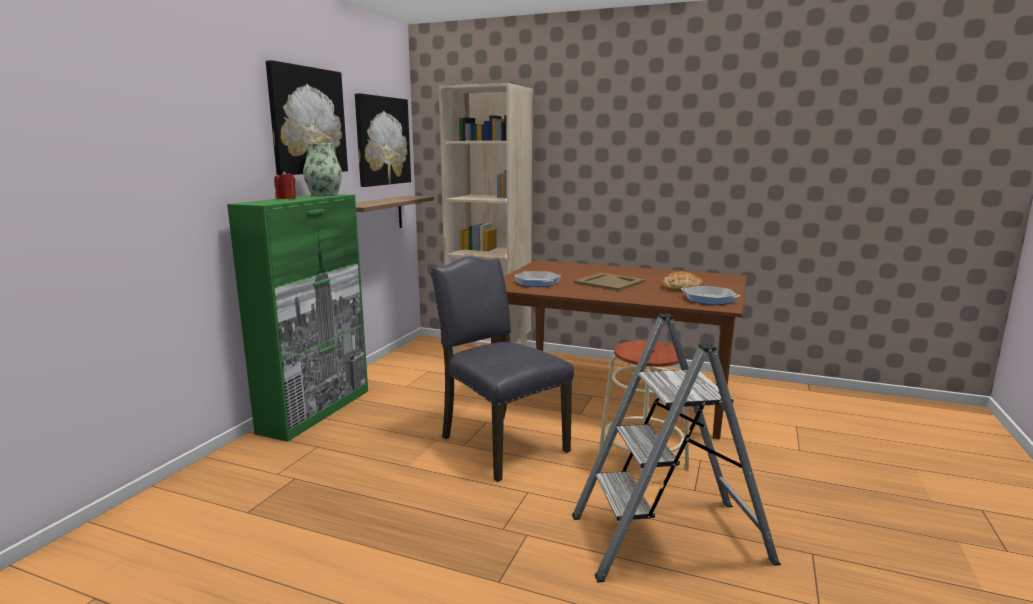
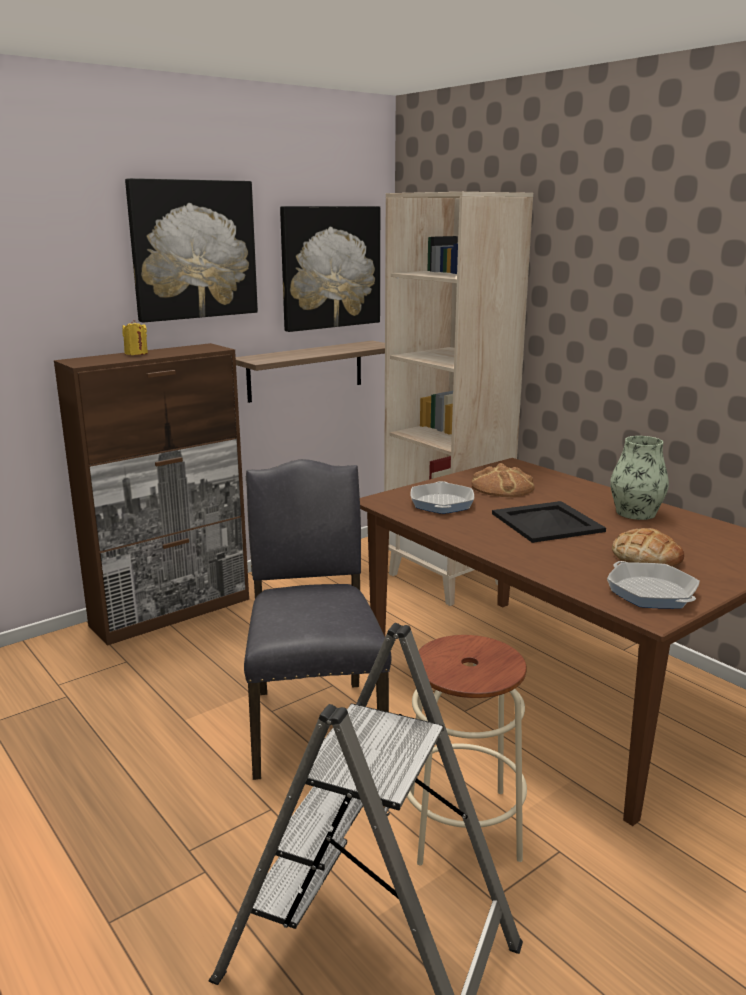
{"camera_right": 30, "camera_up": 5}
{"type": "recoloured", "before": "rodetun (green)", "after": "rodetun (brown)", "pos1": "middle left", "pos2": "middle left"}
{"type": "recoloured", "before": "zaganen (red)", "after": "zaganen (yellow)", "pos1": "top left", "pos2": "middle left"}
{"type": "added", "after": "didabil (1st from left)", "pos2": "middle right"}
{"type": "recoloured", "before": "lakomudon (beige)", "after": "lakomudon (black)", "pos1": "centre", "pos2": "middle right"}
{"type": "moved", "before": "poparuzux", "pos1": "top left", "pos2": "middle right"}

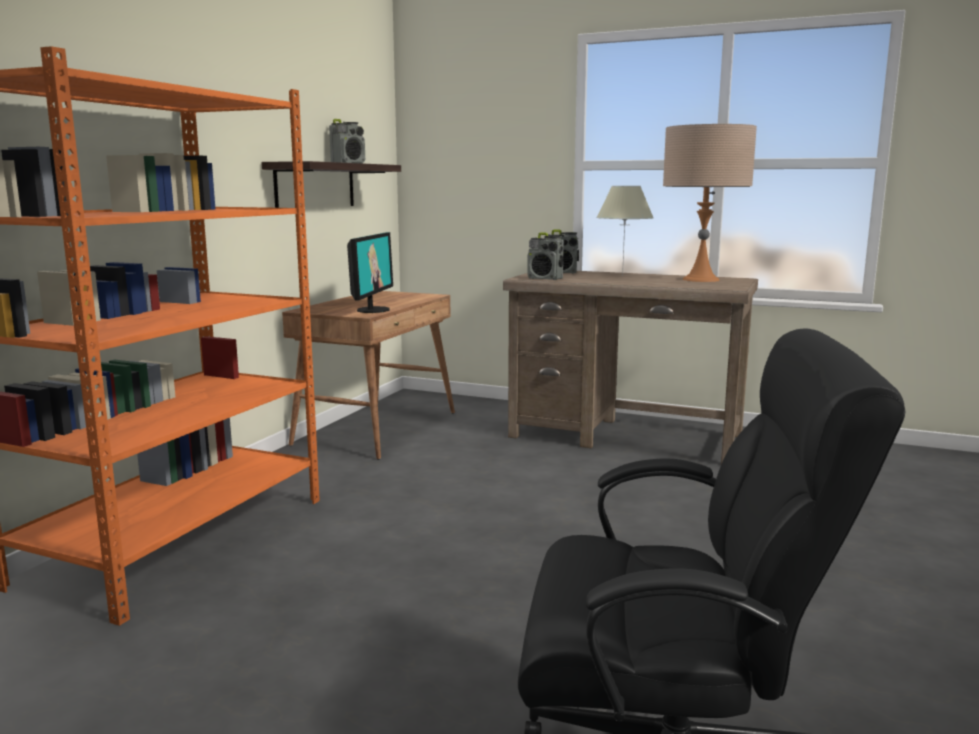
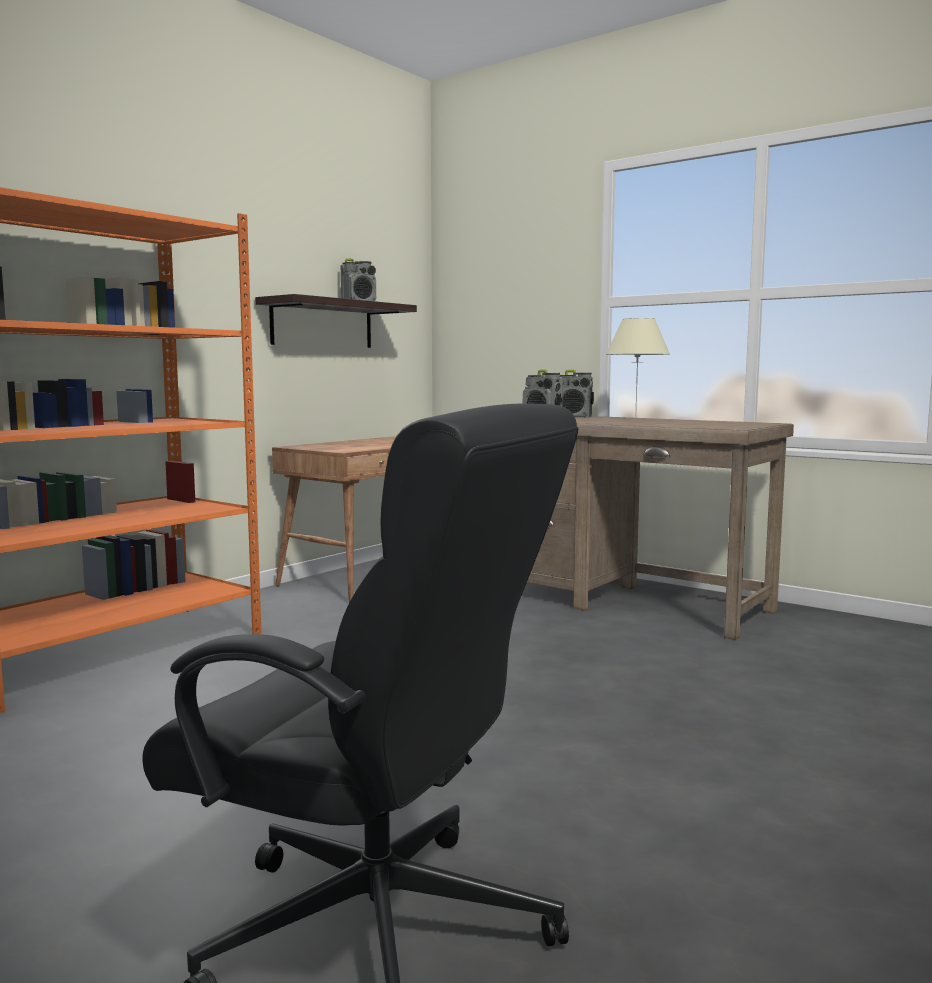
{"camera_right": 15, "camera_up": -5}
{"type": "removed", "before": "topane", "pos1": "centre"}
{"type": "removed", "before": "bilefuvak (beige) (2nd from left)", "pos1": "top right"}

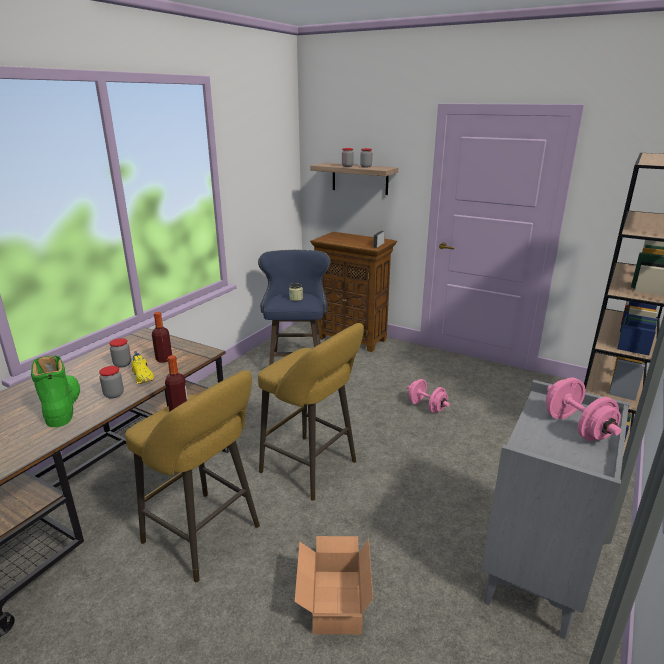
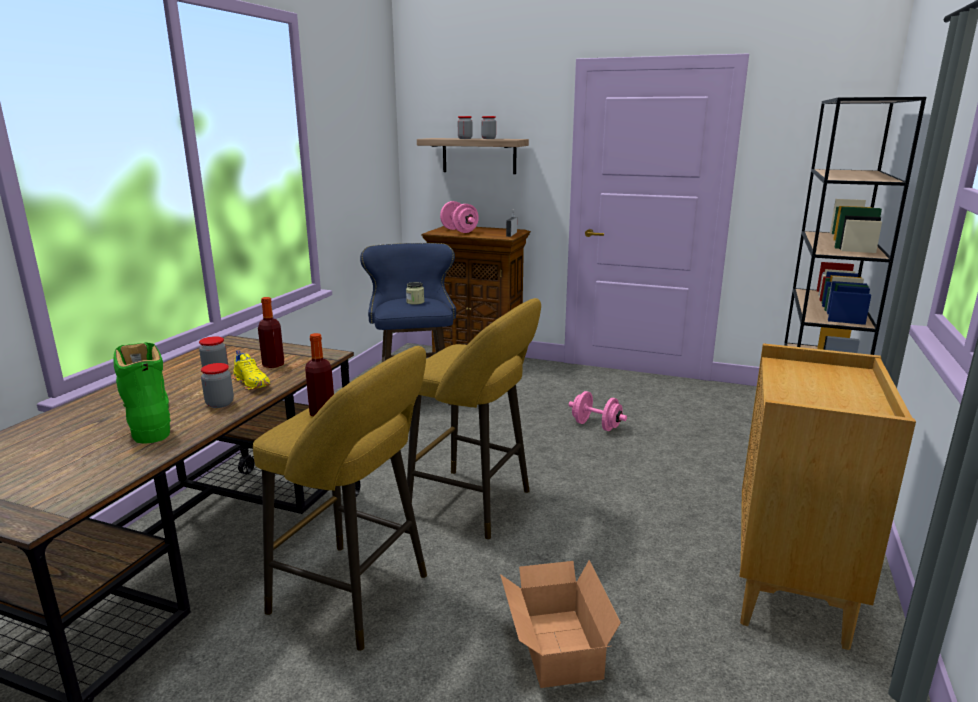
{"camera_right": -10, "camera_up": -5}
{"type": "moved", "before": "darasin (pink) (2nd from left in the first image)", "after": "darasin (pink) (1st from left)", "pos1": "middle right", "pos2": "top centre"}
{"type": "recoloured", "before": "rodetun (grey)", "after": "rodetun (brown) (2nd from left)", "pos1": "bottom right", "pos2": "bottom right"}

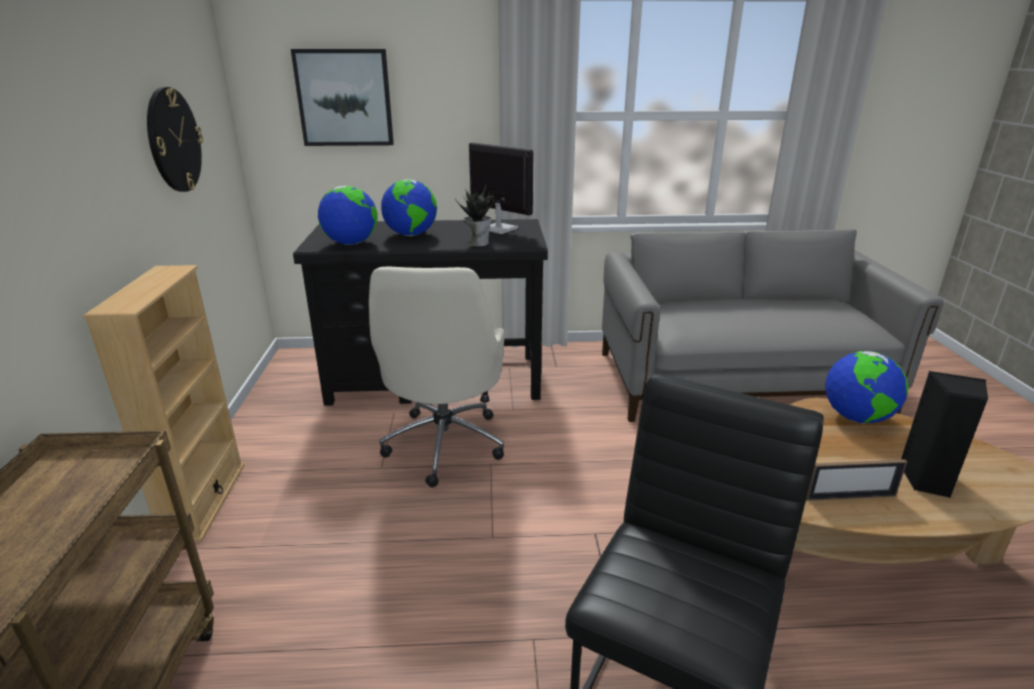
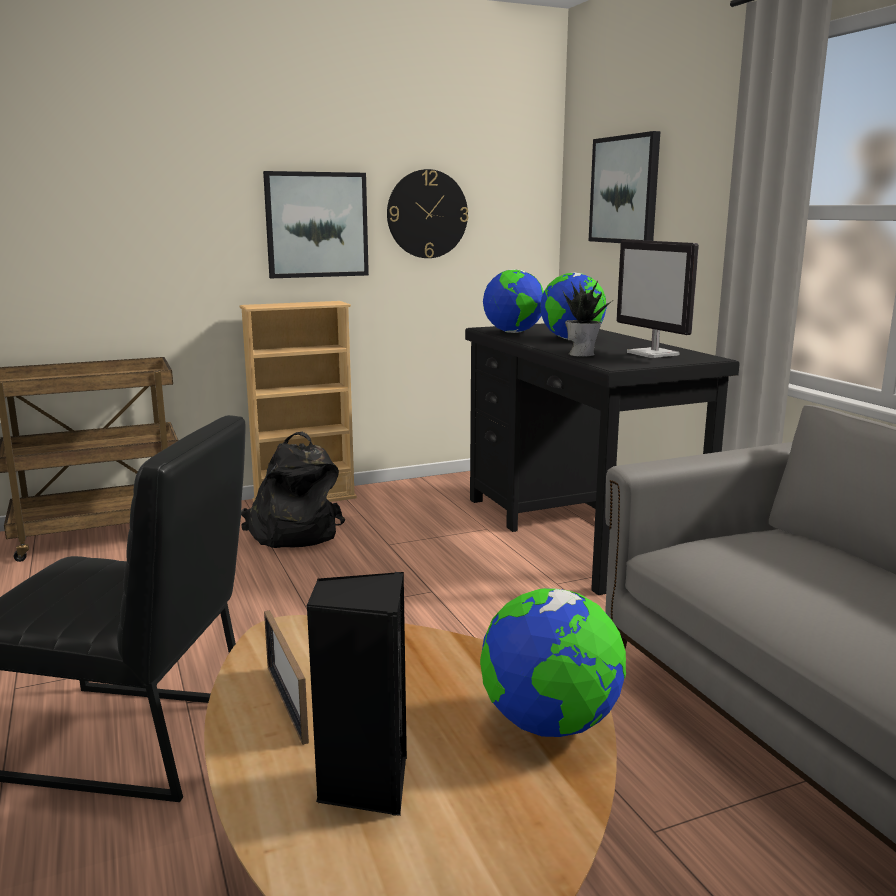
{"camera_right": 70, "camera_up": -10}
{"type": "added", "after": "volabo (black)", "pos2": "middle left"}
{"type": "added", "after": "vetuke (1st from left)", "pos2": "top centre"}
{"type": "turned", "before": "topane", "pos1": "top centre", "pos2": "middle right", "turn": 135}
{"type": "removed", "before": "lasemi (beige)", "pos1": "centre"}

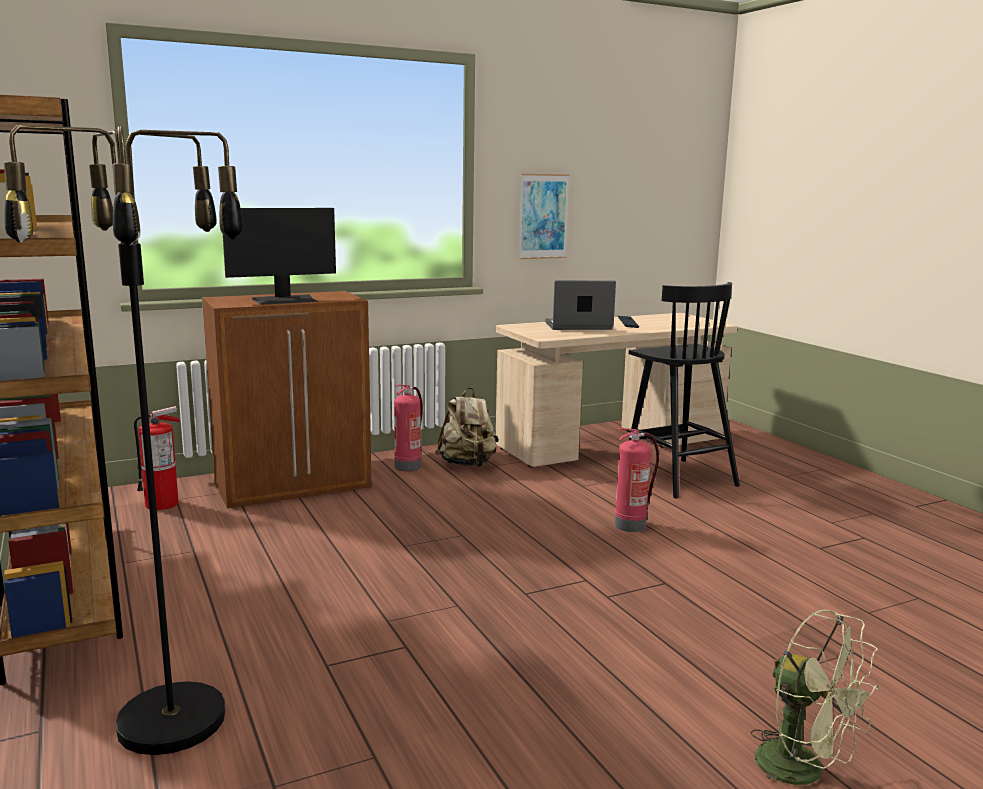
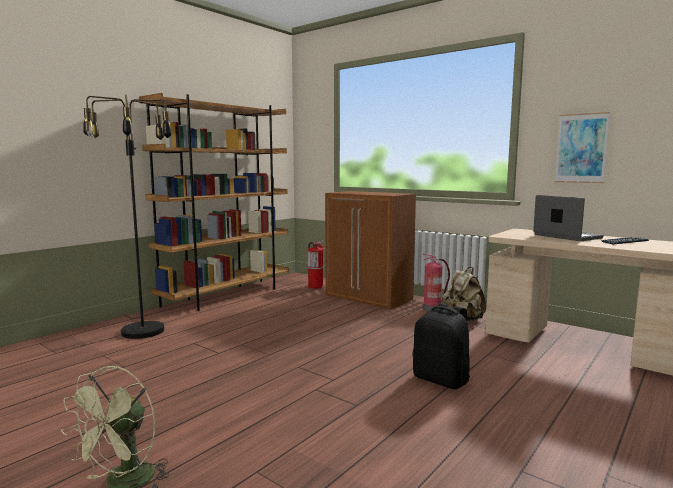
{"camera_right": 65, "camera_up": -5}
{"type": "replaced", "before": "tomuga (3rd from left)", "after": "volabo (black)", "pos1": "centre", "pos2": "bottom centre"}
{"type": "removed", "before": "topane", "pos1": "top left"}
{"type": "removed", "before": "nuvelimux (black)", "pos1": "middle right"}

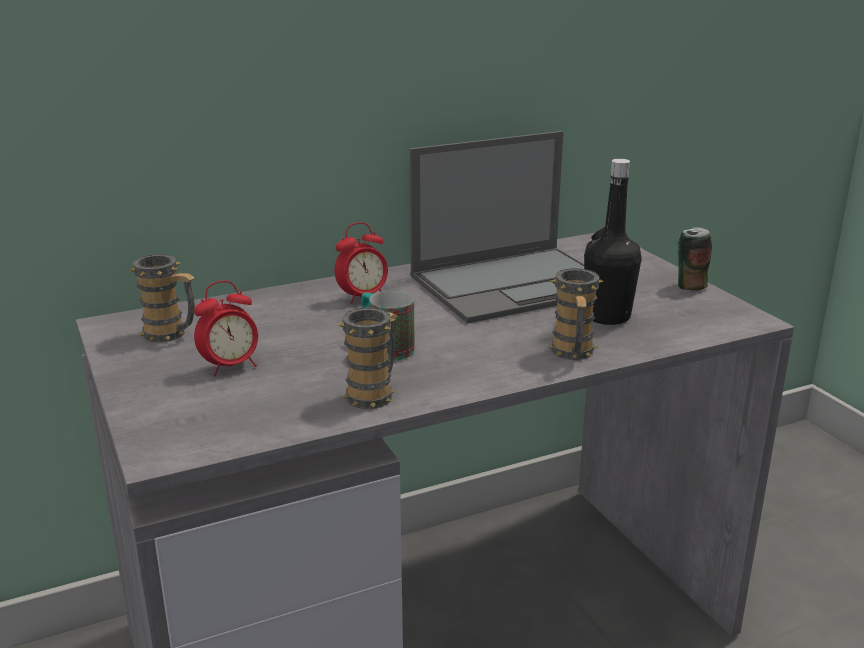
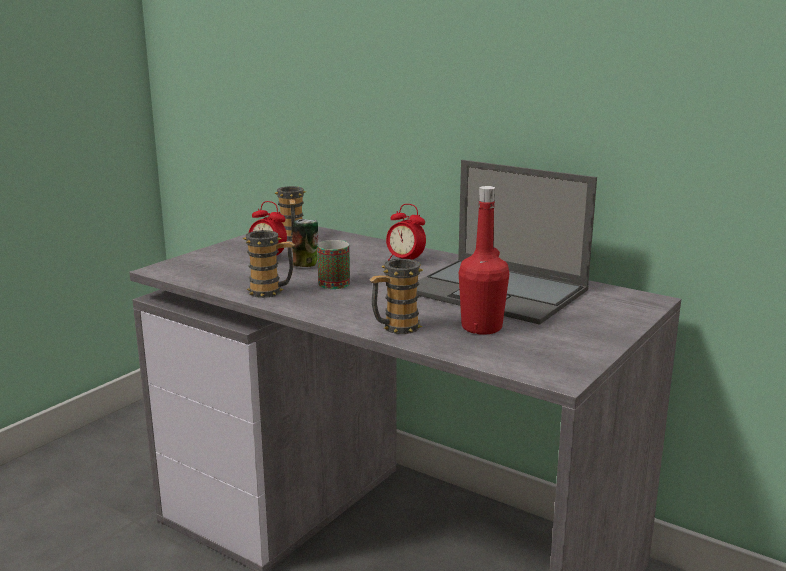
{"camera_right": 60, "camera_up": -5}
{"type": "moved", "before": "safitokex", "pos1": "middle right", "pos2": "centre"}
{"type": "recoloured", "before": "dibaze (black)", "after": "dibaze (red)", "pos1": "middle right", "pos2": "centre"}

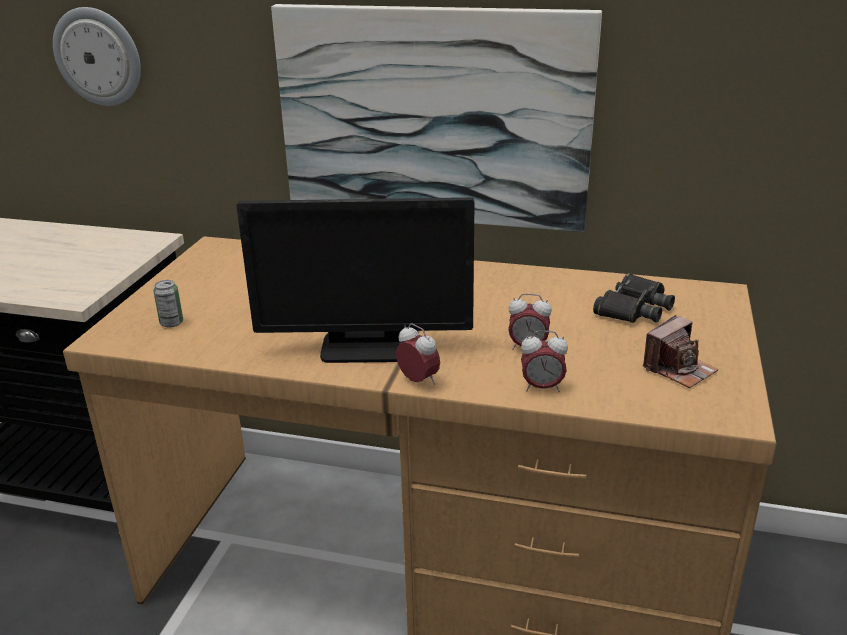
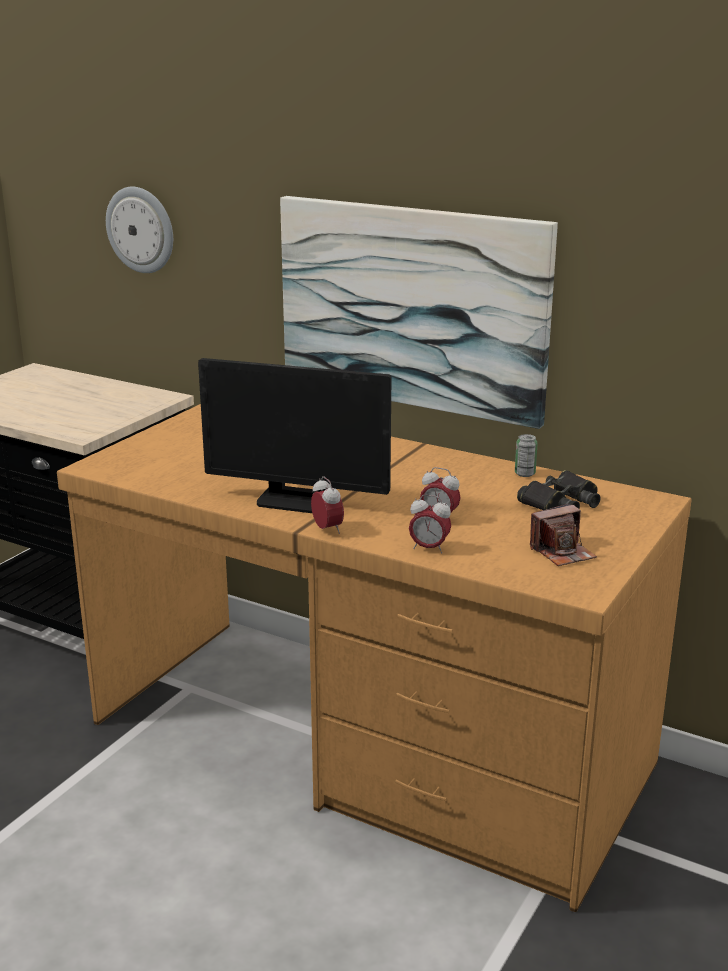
{"camera_right": 15, "camera_up": -5}
{"type": "moved", "before": "safitokex", "pos1": "middle left", "pos2": "middle right"}

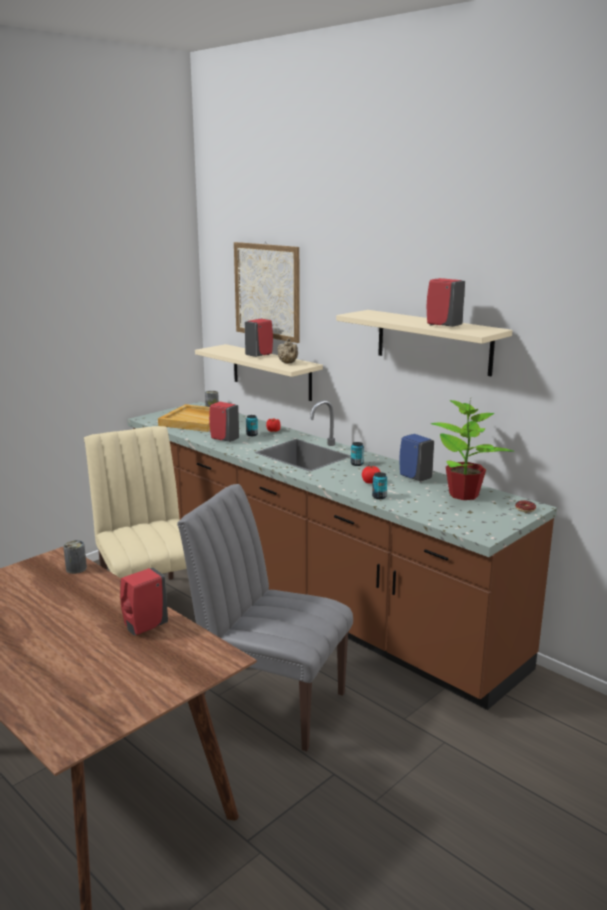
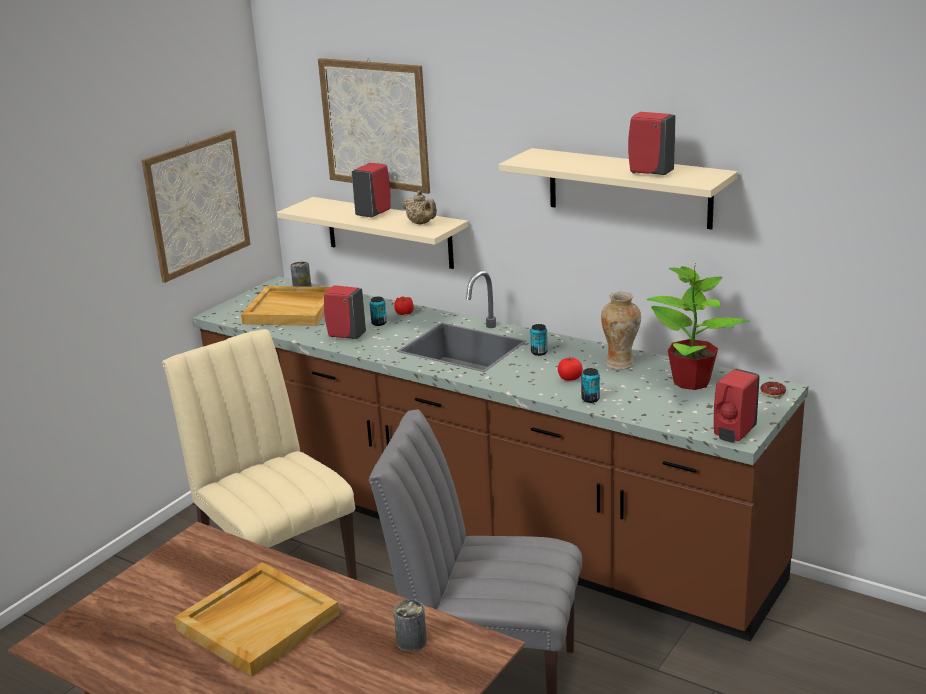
{"camera_right": -10, "camera_up": 5}
{"type": "added", "after": "vetuke (1st from left)", "pos2": "top left"}
{"type": "added", "after": "lakomudon (beige) (1st from left)", "pos2": "bottom left"}
{"type": "moved", "before": "safitokex (1st from left in the first image)", "after": "safitokex (3rd from left)", "pos1": "middle left", "pos2": "bottom centre"}
{"type": "replaced", "before": "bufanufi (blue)", "after": "poparuzux", "pos1": "middle right", "pos2": "middle right"}
{"type": "moved", "before": "bufanufi (red) (1st from left in the first image)", "after": "bufanufi (red) (4th from left)", "pos1": "middle left", "pos2": "middle right"}

